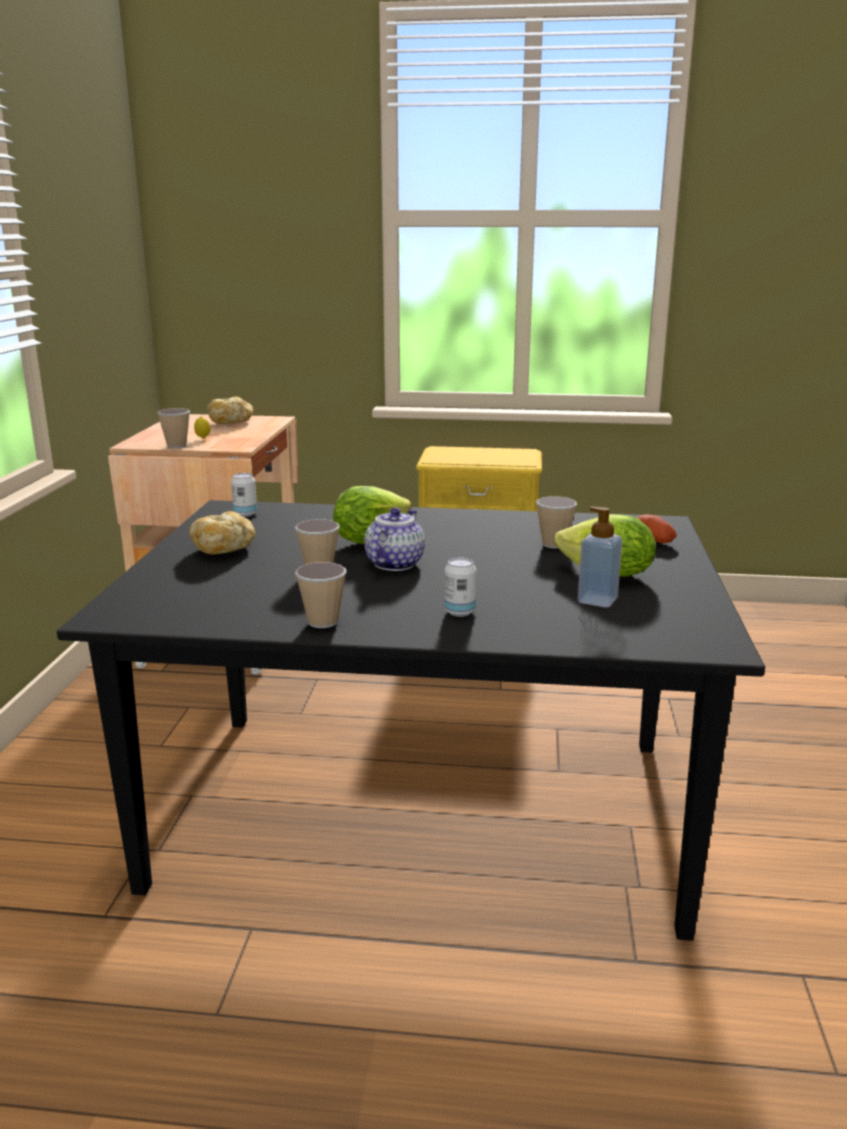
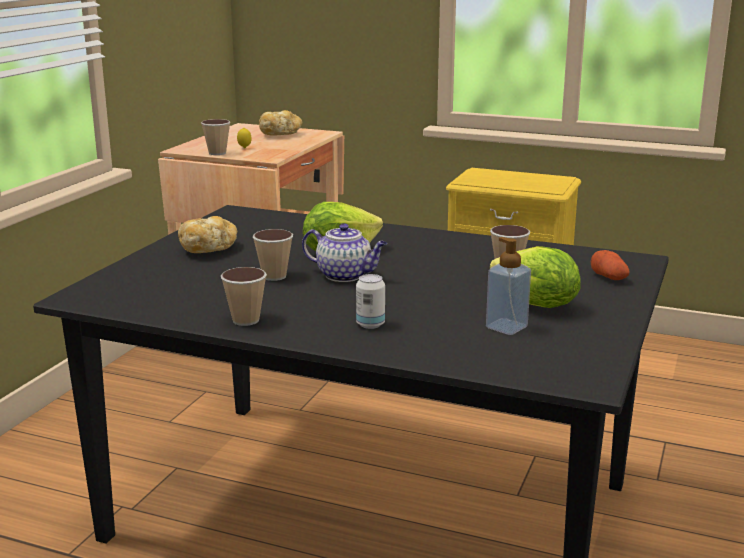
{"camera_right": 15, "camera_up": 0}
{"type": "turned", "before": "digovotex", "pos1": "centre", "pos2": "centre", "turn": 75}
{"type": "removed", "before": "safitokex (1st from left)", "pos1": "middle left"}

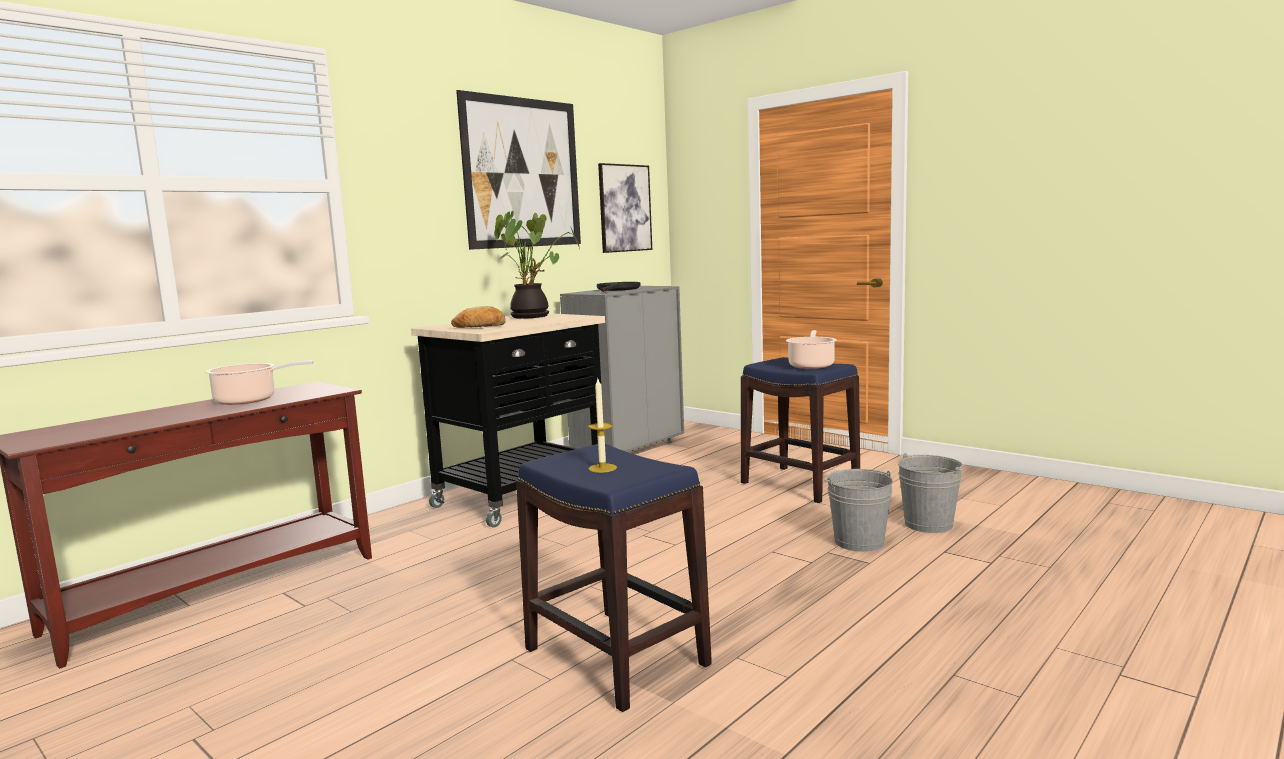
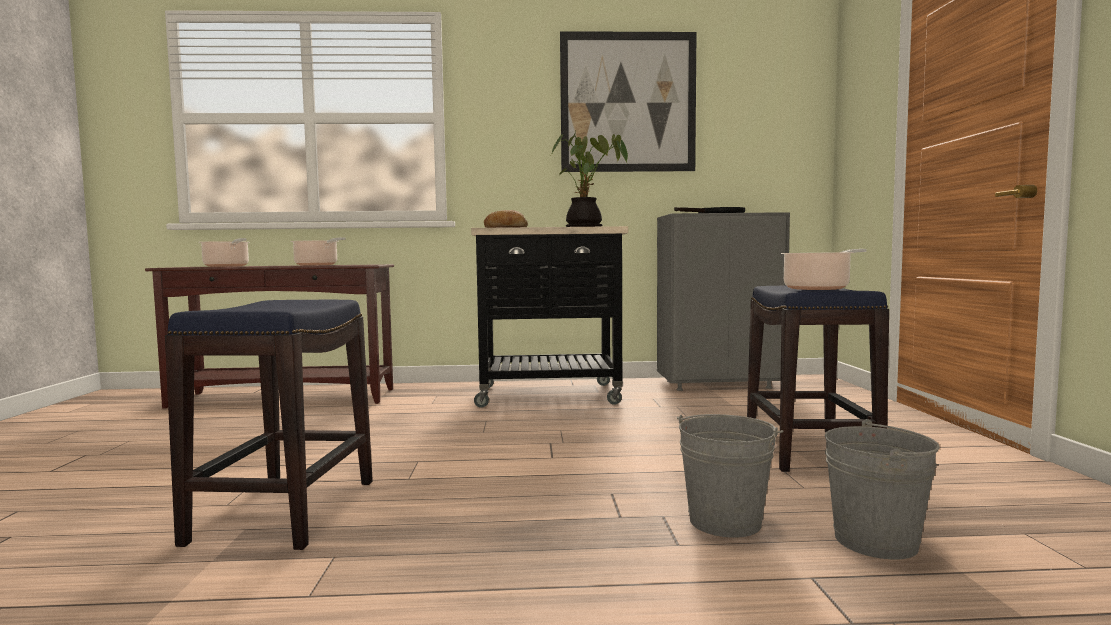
{"camera_right": 45, "camera_up": -5}
{"type": "added", "after": "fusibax (1st from left)", "pos2": "middle left"}
{"type": "removed", "before": "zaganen", "pos1": "centre"}
{"type": "removed", "before": "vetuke (2nd from left)", "pos1": "top centre"}

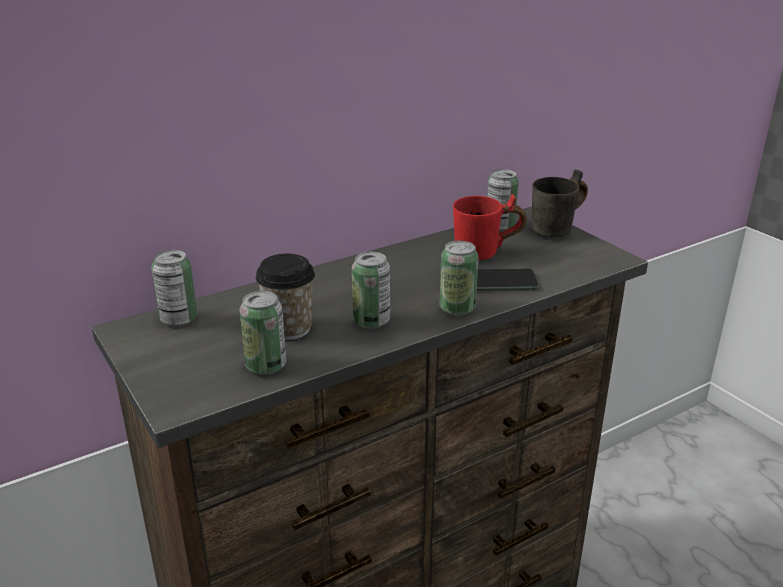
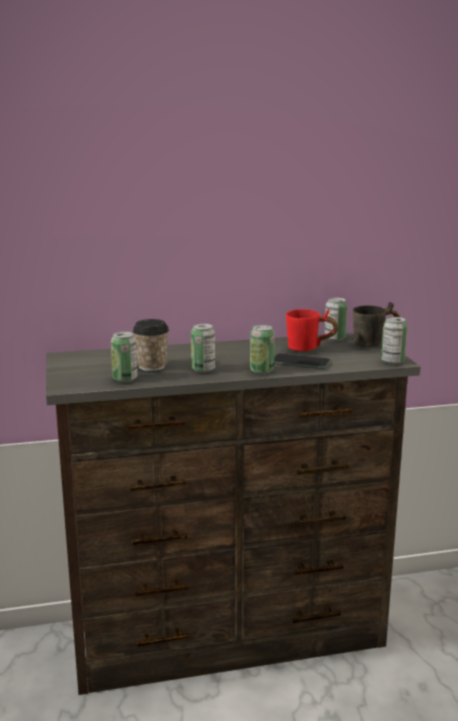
{"camera_right": 20, "camera_up": -10}
{"type": "moved", "before": "safitokex (1st from left in the first image)", "after": "safitokex (5th from left)", "pos1": "middle left", "pos2": "middle right"}

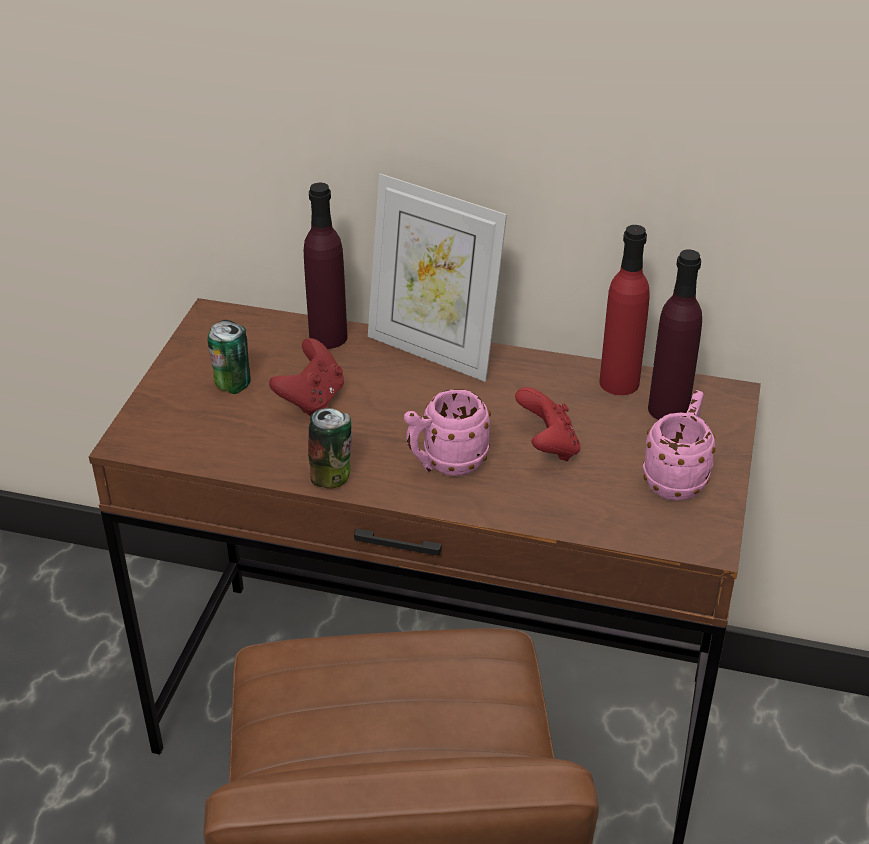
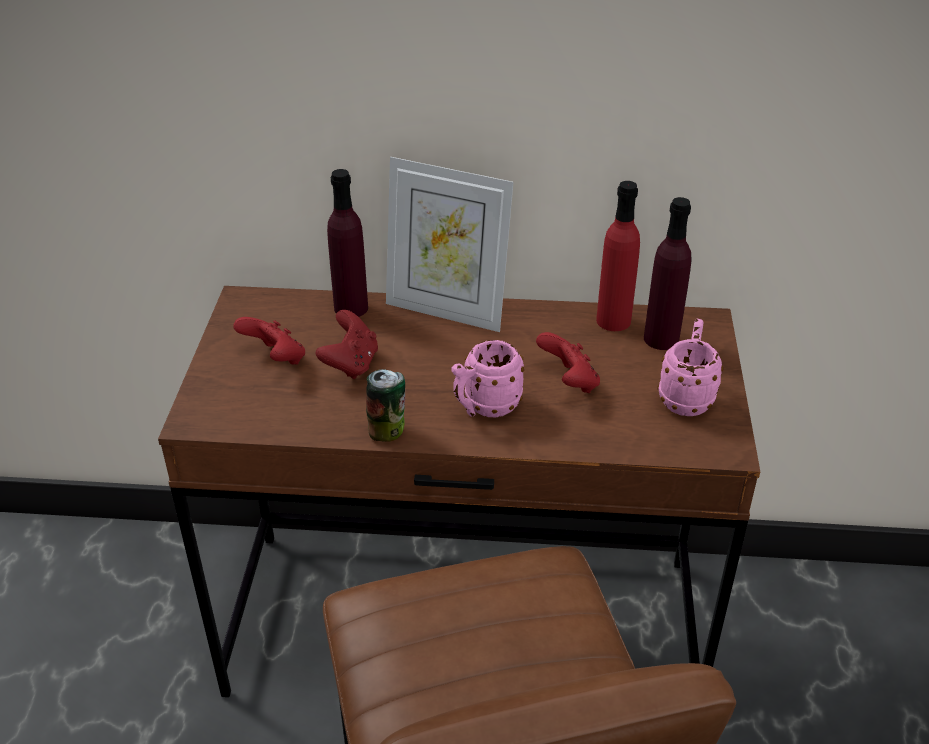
{"camera_right": -10, "camera_up": 0}
{"type": "replaced", "before": "safitokex (1st from left)", "after": "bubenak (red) (1st from left)", "pos1": "middle left", "pos2": "middle left"}

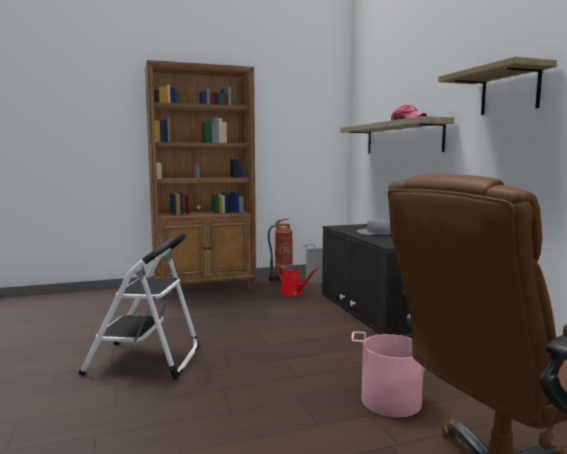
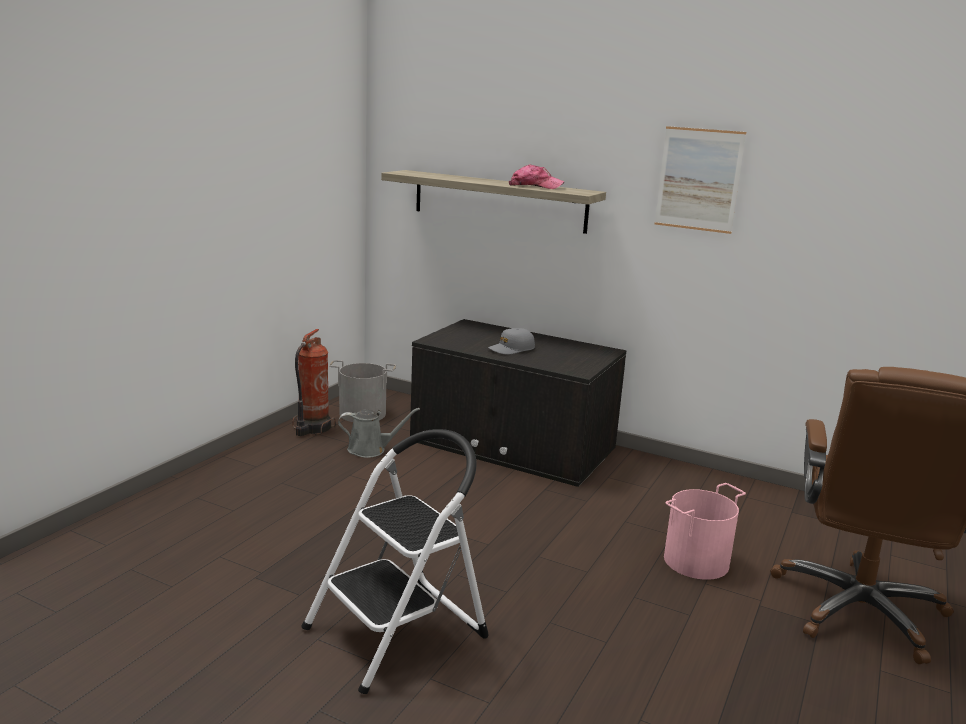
{"camera_right": -45, "camera_up": 10}
{"type": "recoloured", "before": "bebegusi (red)", "after": "bebegusi (grey)", "pos1": "centre", "pos2": "centre"}
{"type": "replaced", "before": "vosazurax (2nd from left)", "after": "vetuke", "pos1": "top right", "pos2": "top right"}
{"type": "removed", "before": "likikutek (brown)", "pos1": "centre"}

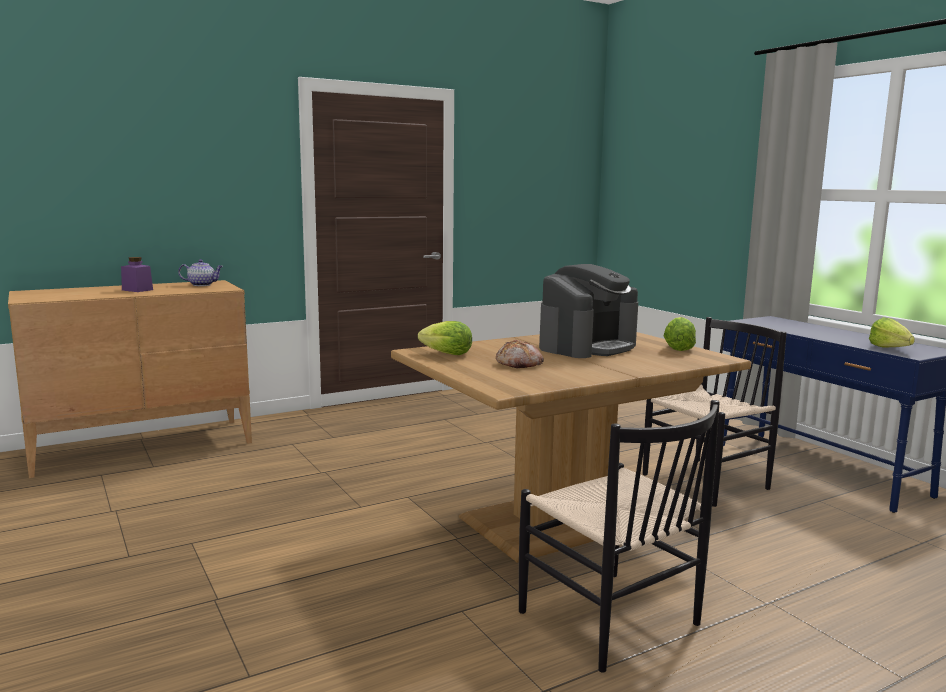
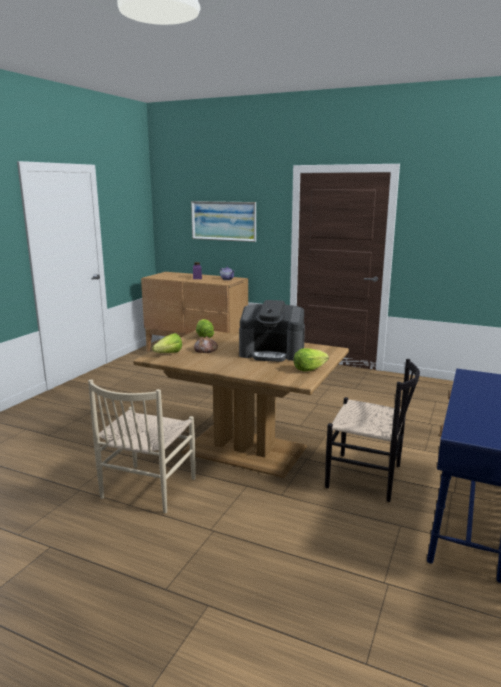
{"camera_right": 55, "camera_up": 5}
{"type": "recoloured", "before": "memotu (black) (1st from left)", "after": "memotu (beige)", "pos1": "bottom centre", "pos2": "middle left"}
{"type": "moved", "before": "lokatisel (3rd from left in the first image)", "after": "lokatisel (1st from left)", "pos1": "middle right", "pos2": "centre"}
{"type": "added", "after": "vetuke", "pos2": "top centre"}

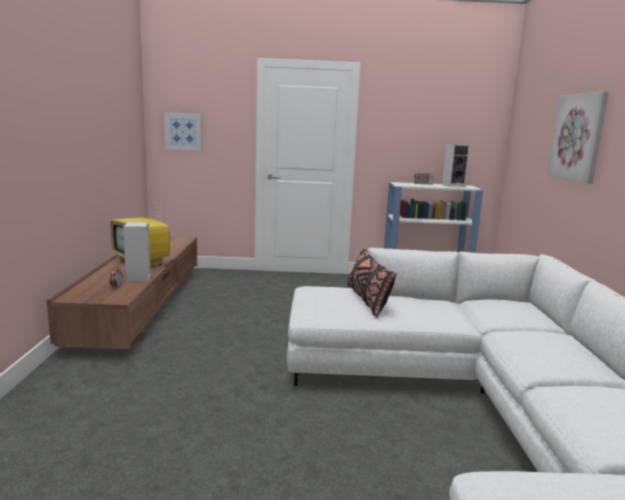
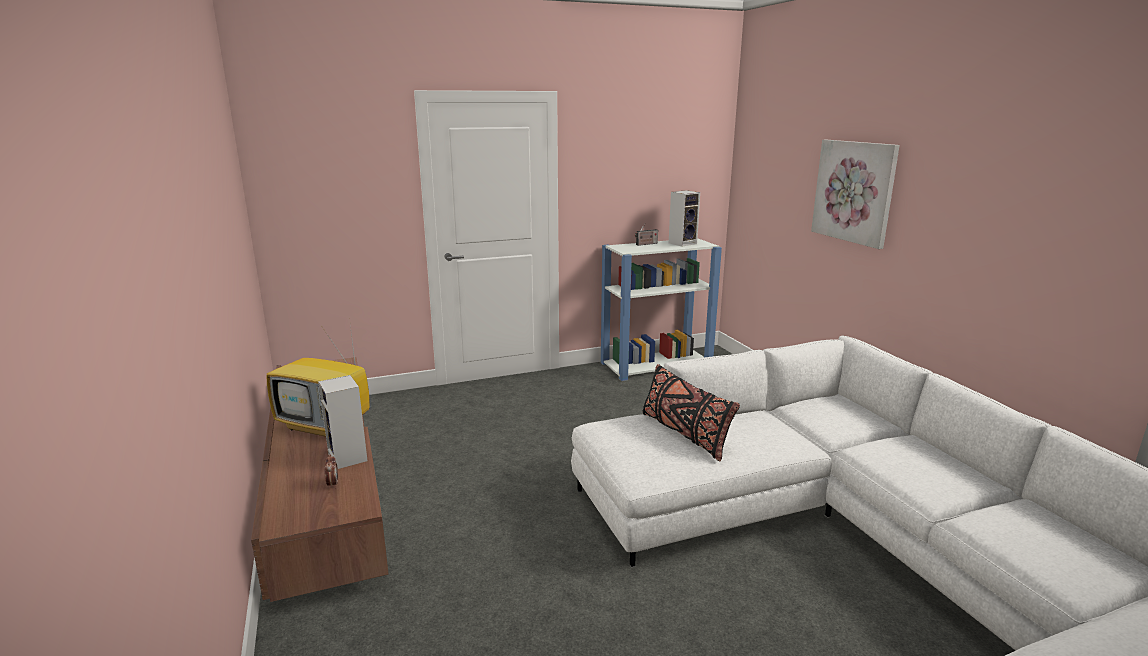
{"camera_right": -20, "camera_up": 5}
{"type": "removed", "before": "vetuke (1st from left)", "pos1": "top left"}

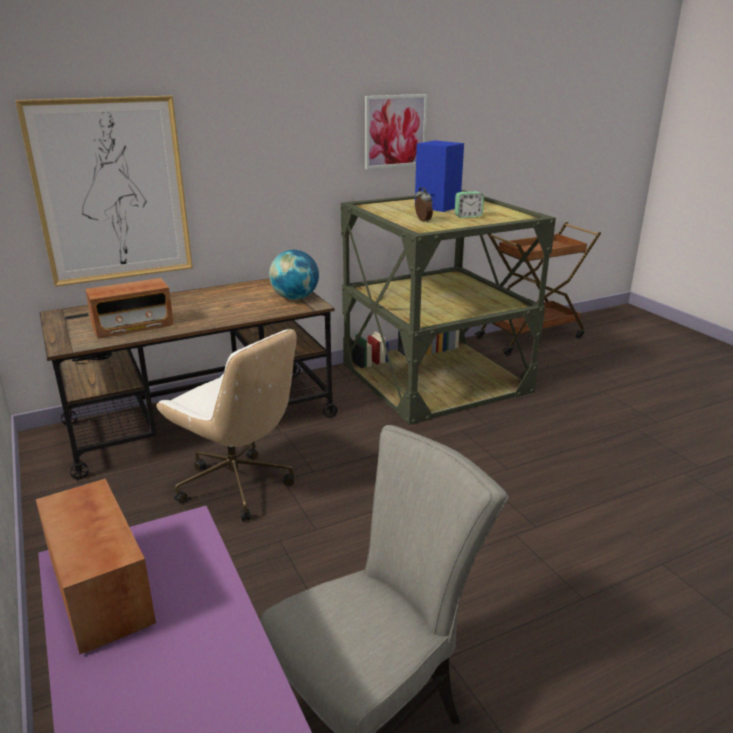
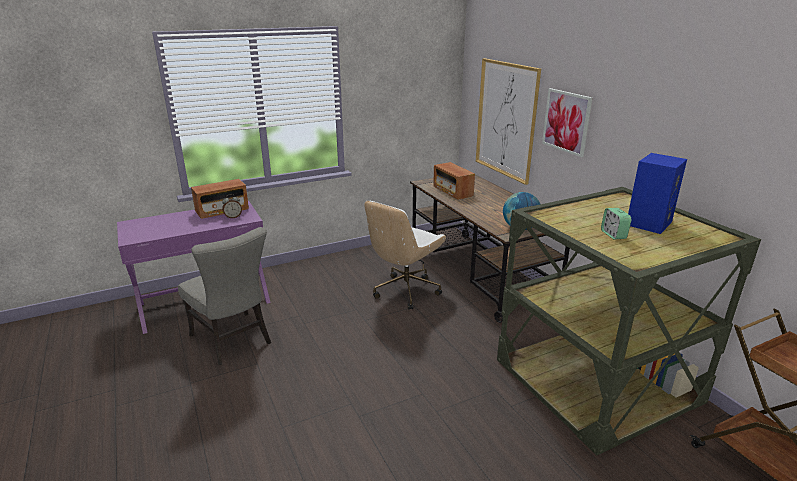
{"camera_right": 90, "camera_up": 0}
{"type": "moved", "before": "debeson (1st from left)", "pos1": "top centre", "pos2": "middle left"}
{"type": "moved", "before": "vetuke (2nd from left)", "pos1": "top centre", "pos2": "top right"}

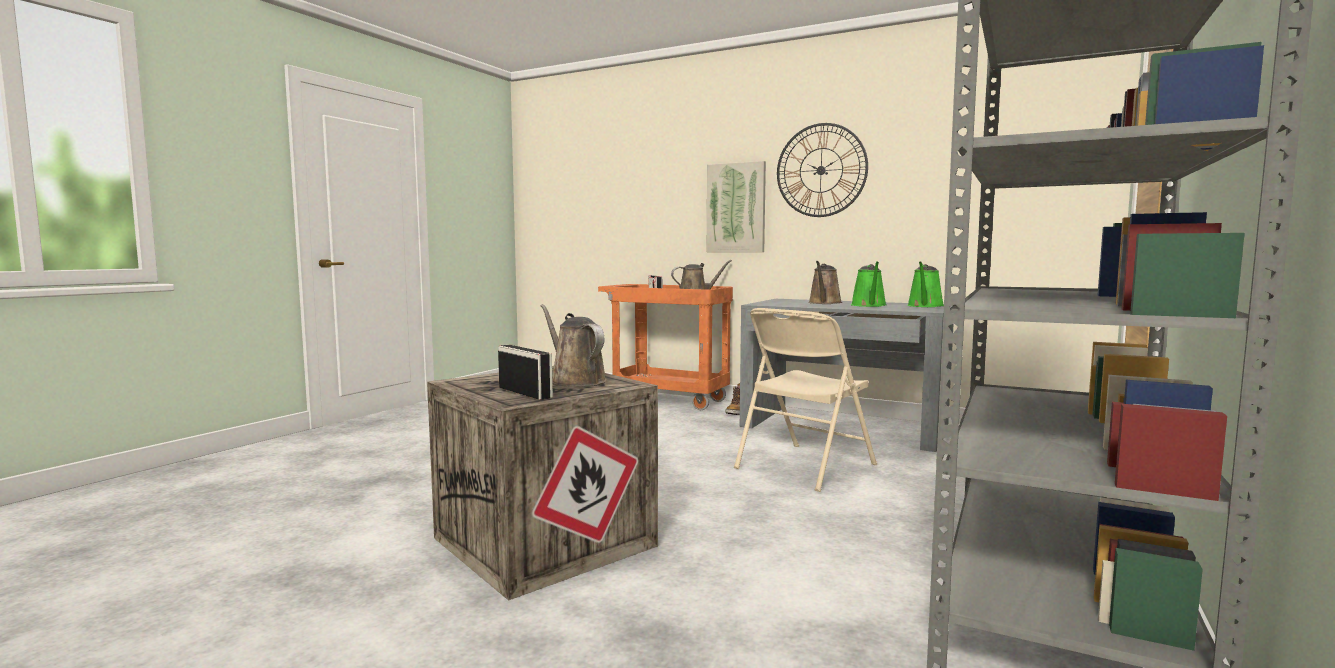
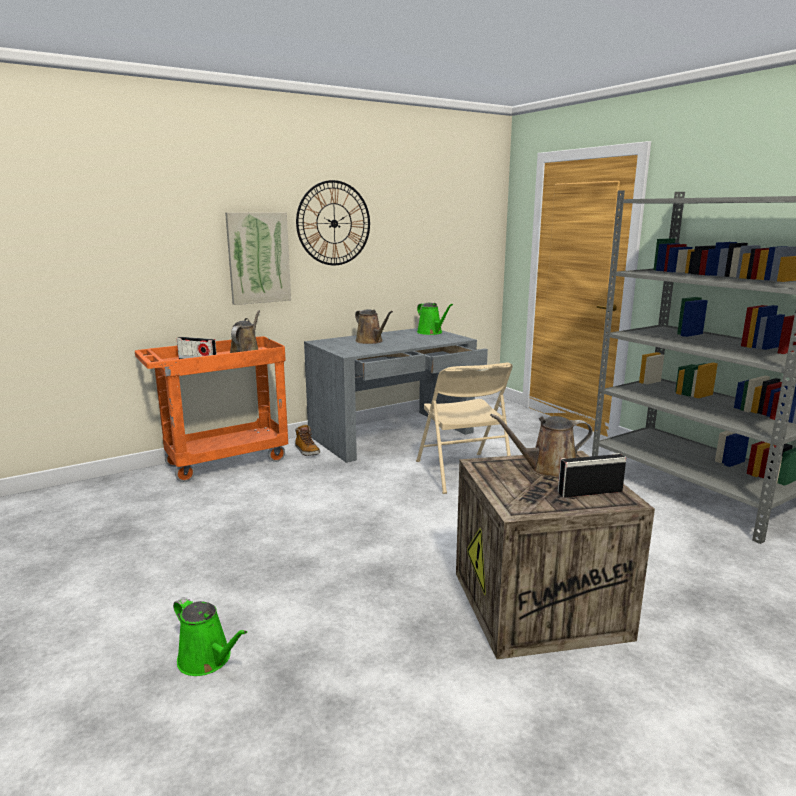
{"camera_right": -60, "camera_up": 10}
{"type": "moved", "before": "bebegusi (green) (1st from left)", "pos1": "centre", "pos2": "bottom left"}

